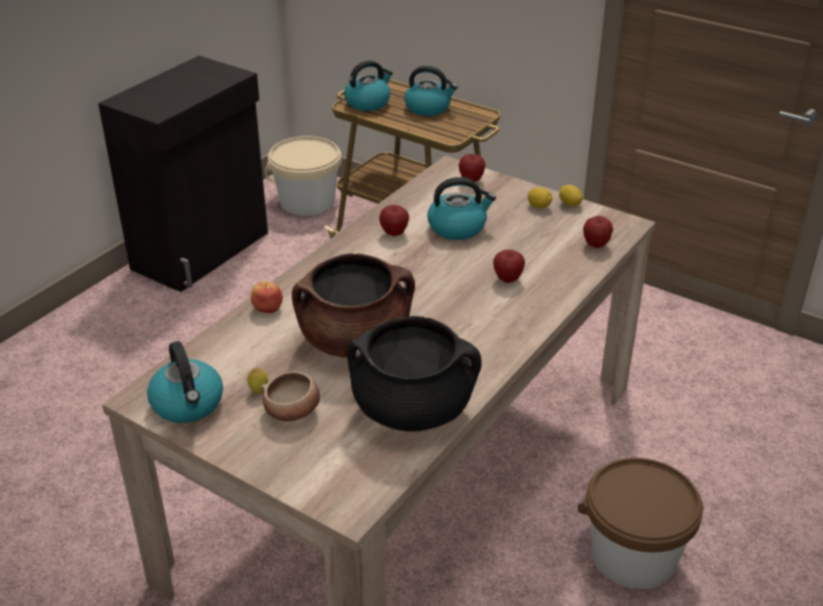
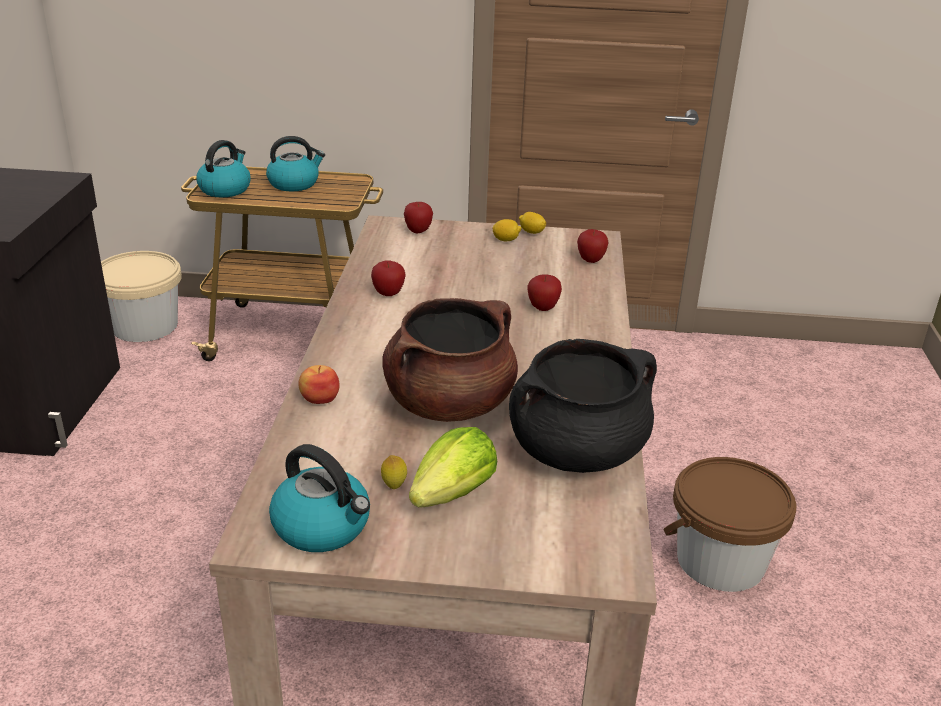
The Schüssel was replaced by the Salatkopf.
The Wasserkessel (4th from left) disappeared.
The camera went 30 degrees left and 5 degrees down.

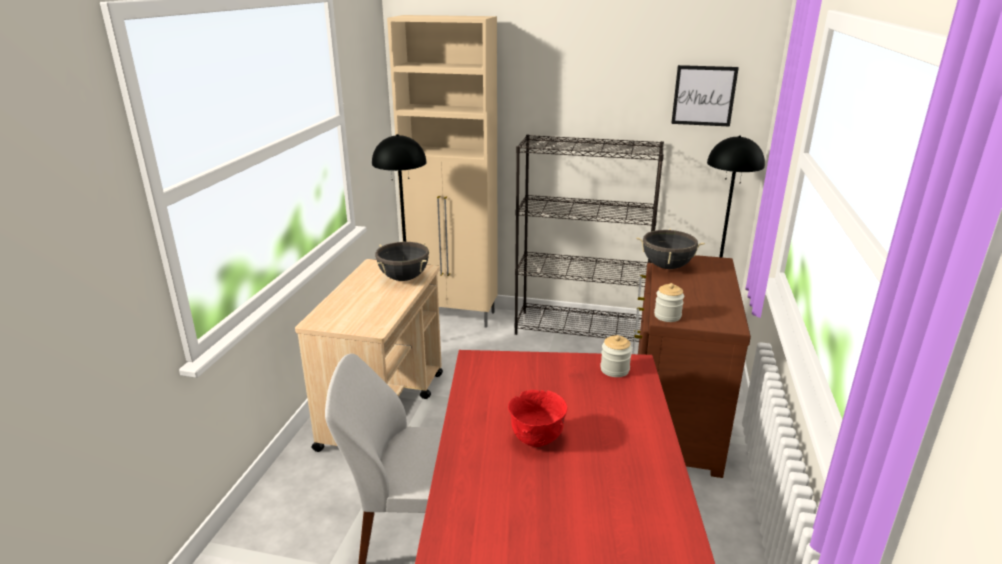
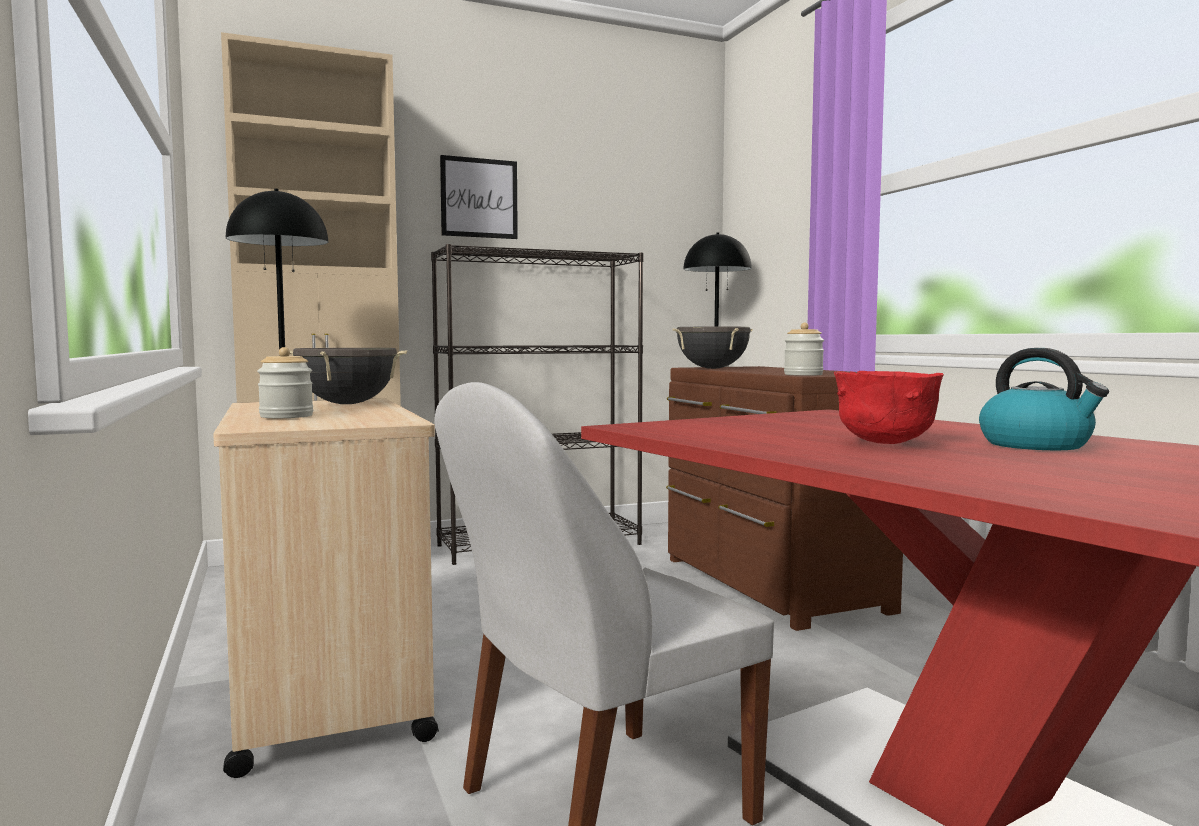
The Vorratsglas (1st from left) moved.
The Bild moved.
The Wasserkessel appeared.
The camera went 35 degrees left and 20 degrees down.

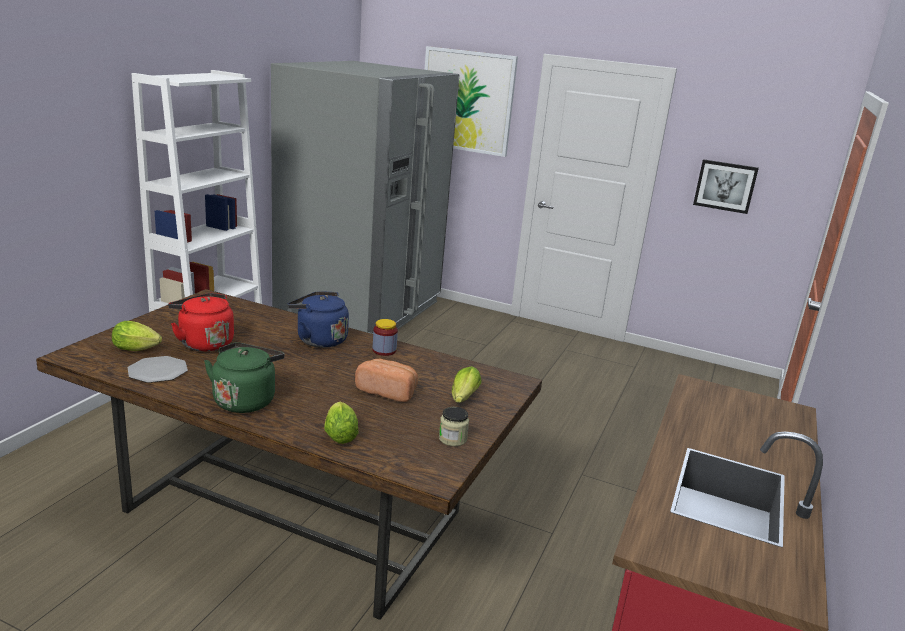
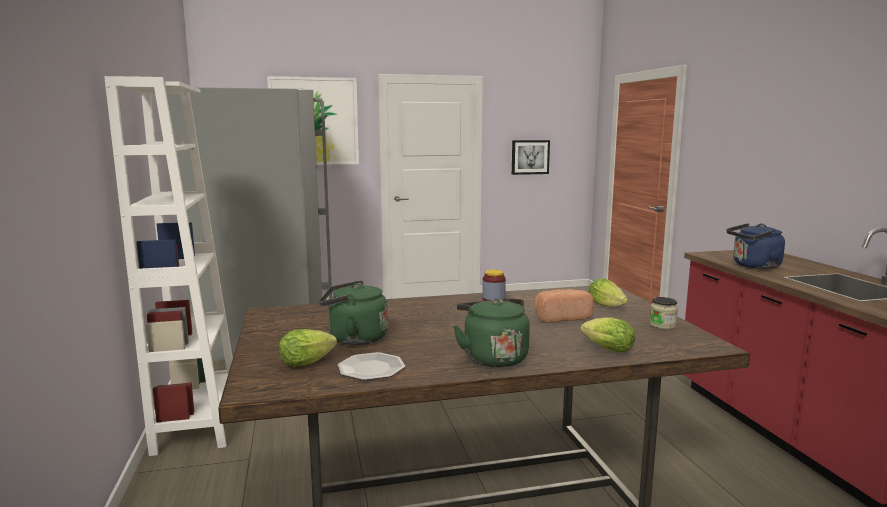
The Wasserkessel [rot] became the Wasserkessel [grün] (1st from left).
The Wasserkessel [blau] moved.
The camera went 35 degrees left and 10 degrees down.

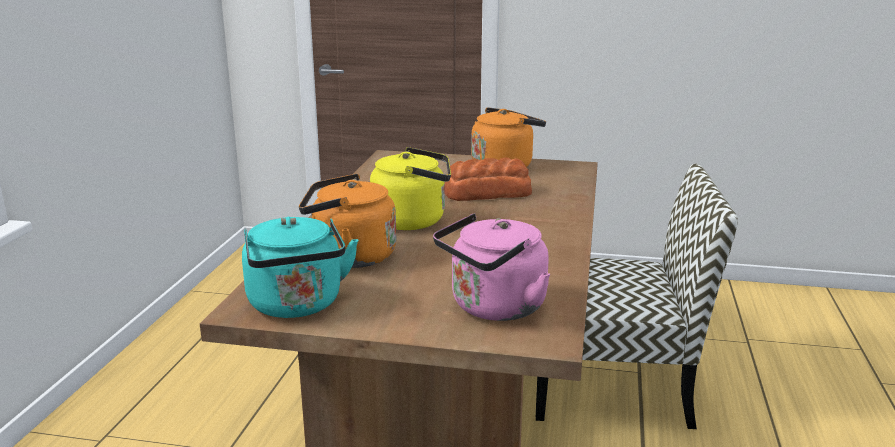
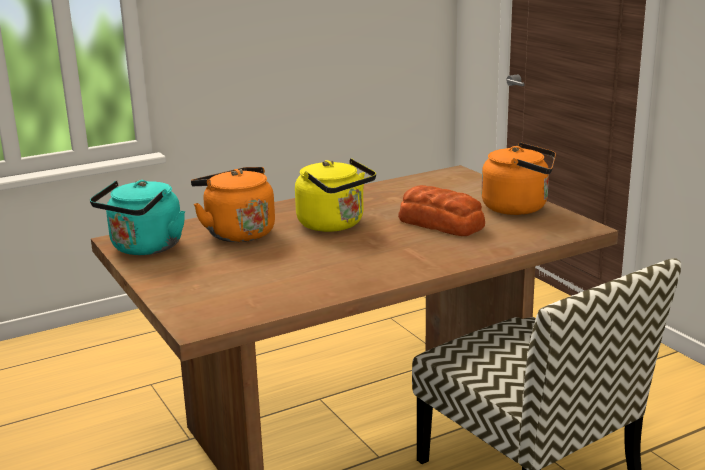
The Wasserkessel [rosa] disappeared.
The camera went 50 degrees right and 0 degrees up.

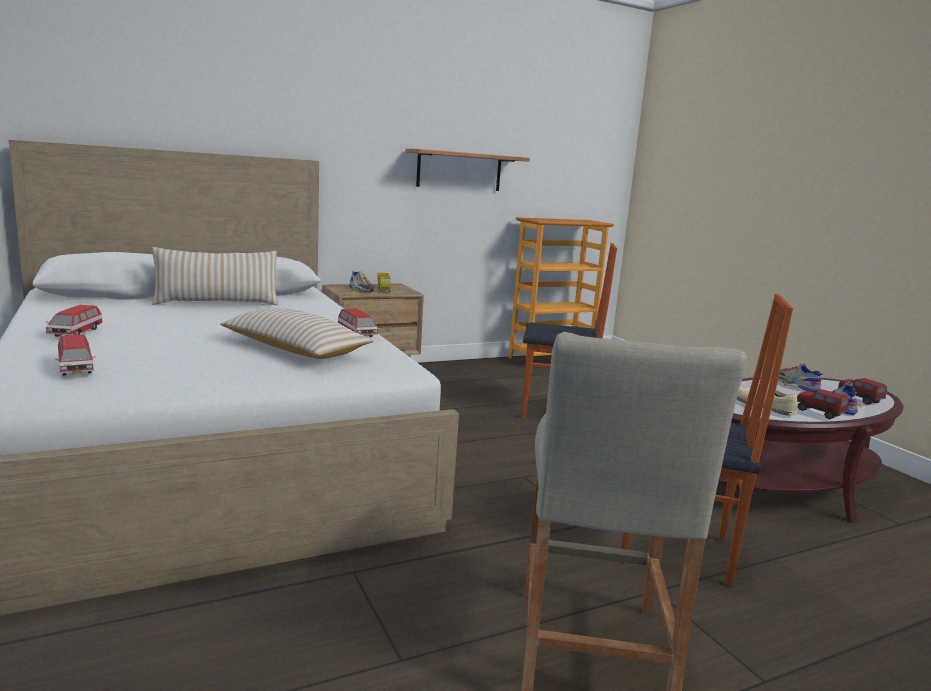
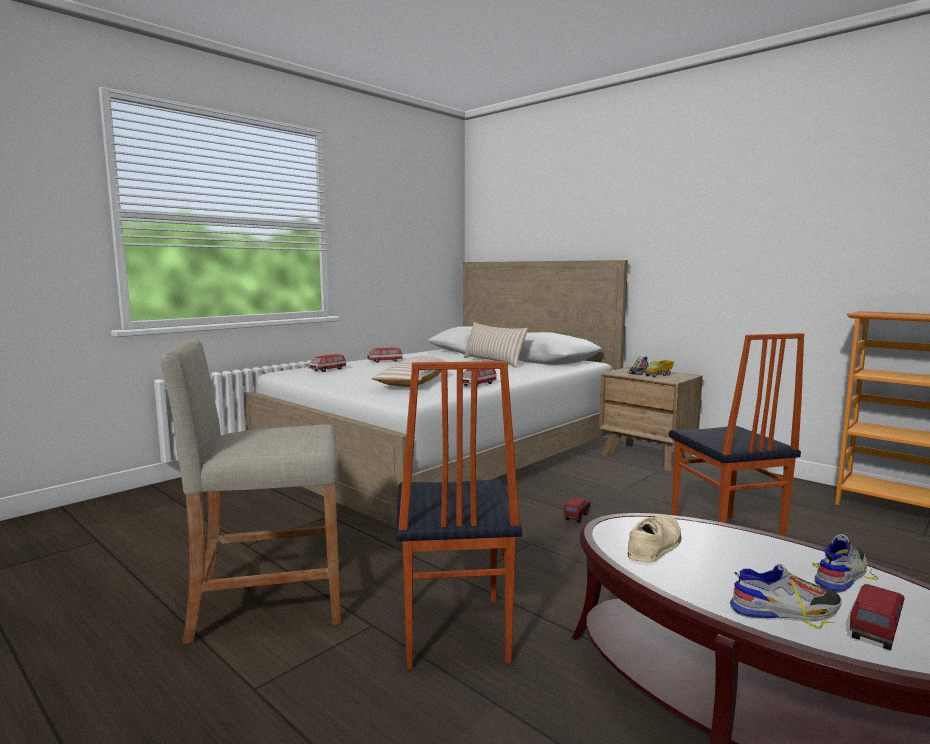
The Wandregal disappeared.
The Spielzeuglaster (2nd from left in the first image) moved.
The camera went 70 degrees right and 5 degrees down.

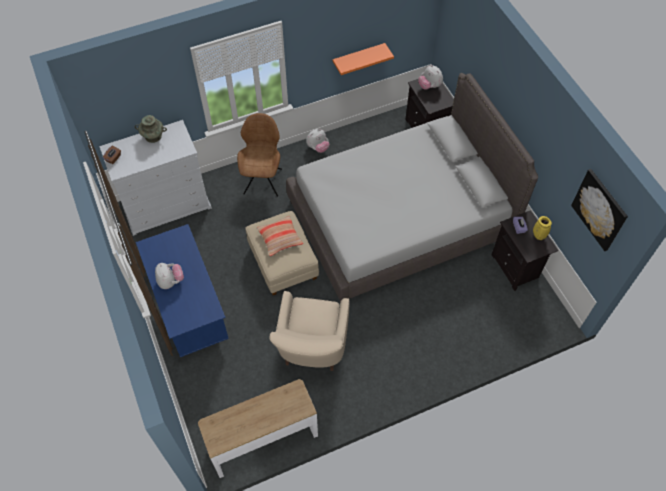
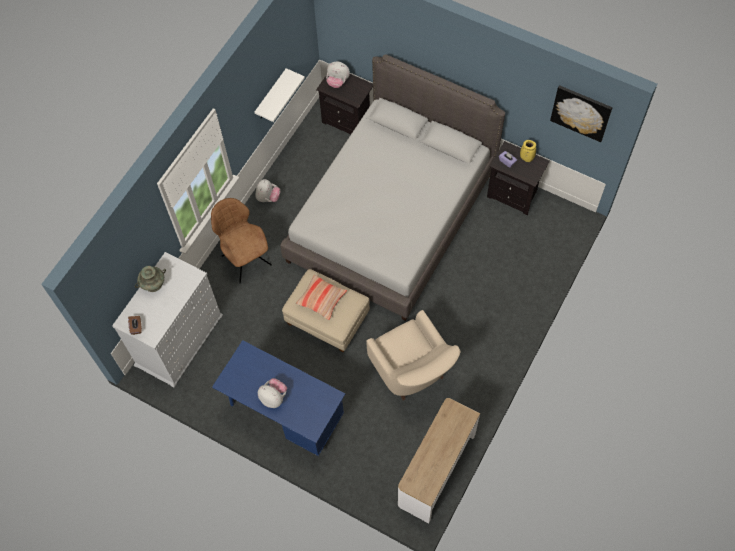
The Wandregal [orange] became the Wandregal [weiß].
The camera went 35 degrees left and 5 degrees up.

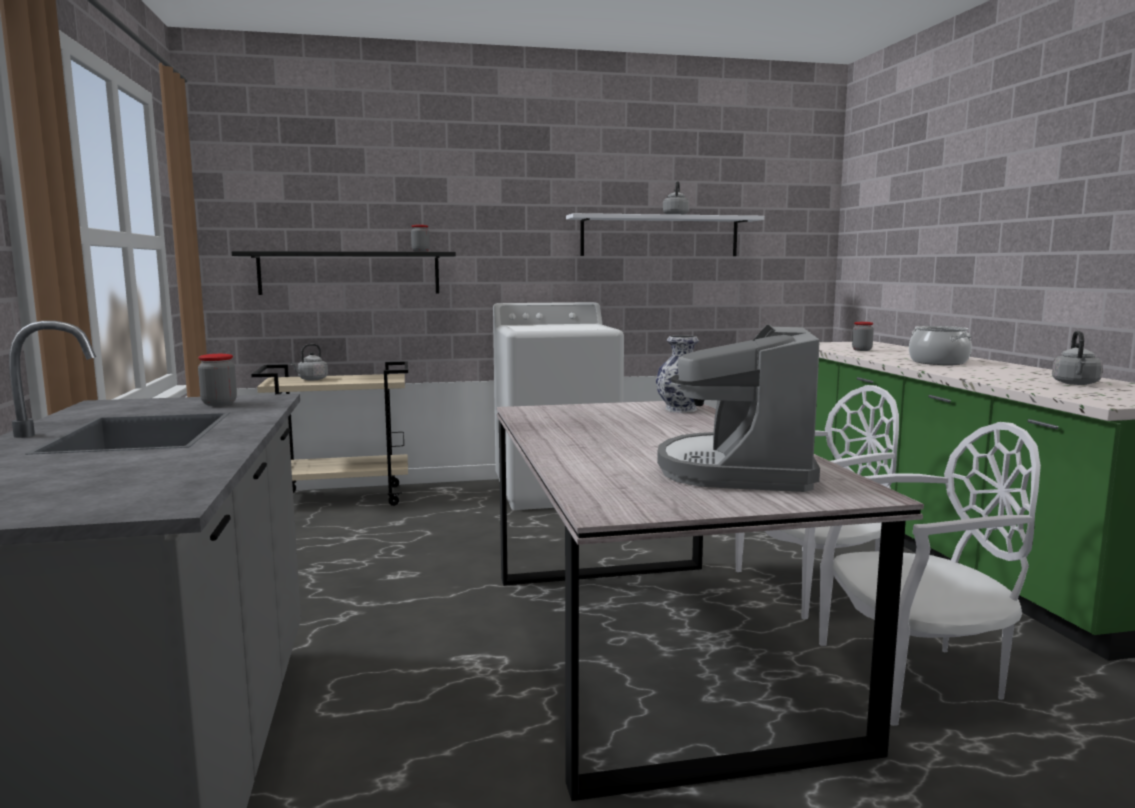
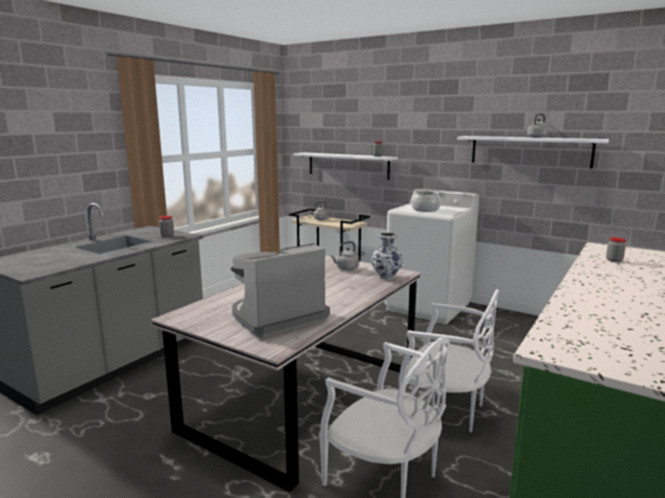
The Wandregal [schwarz] became the Wandregal [weiß] (1st from left).
The Kochtopf moved.
The Wasserkessel [grau] (3rd from left in the first image) moved.
The camera went 45 degrees right and 5 degrees up.

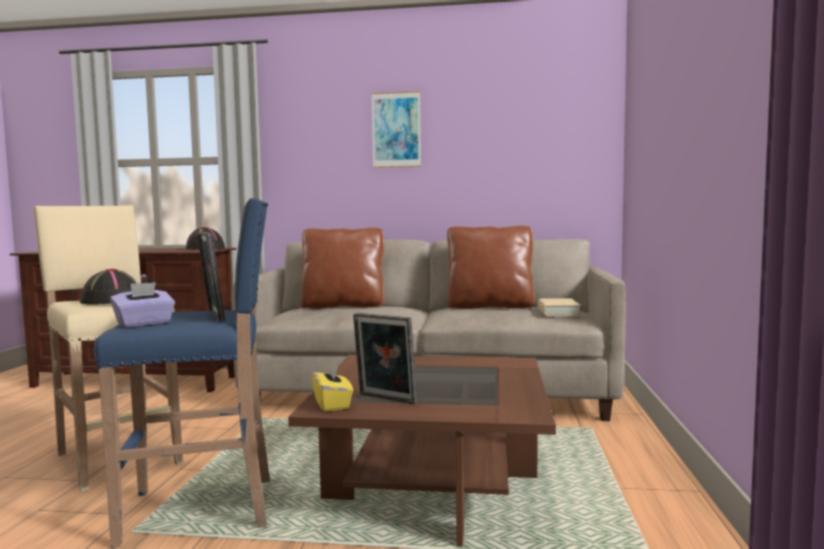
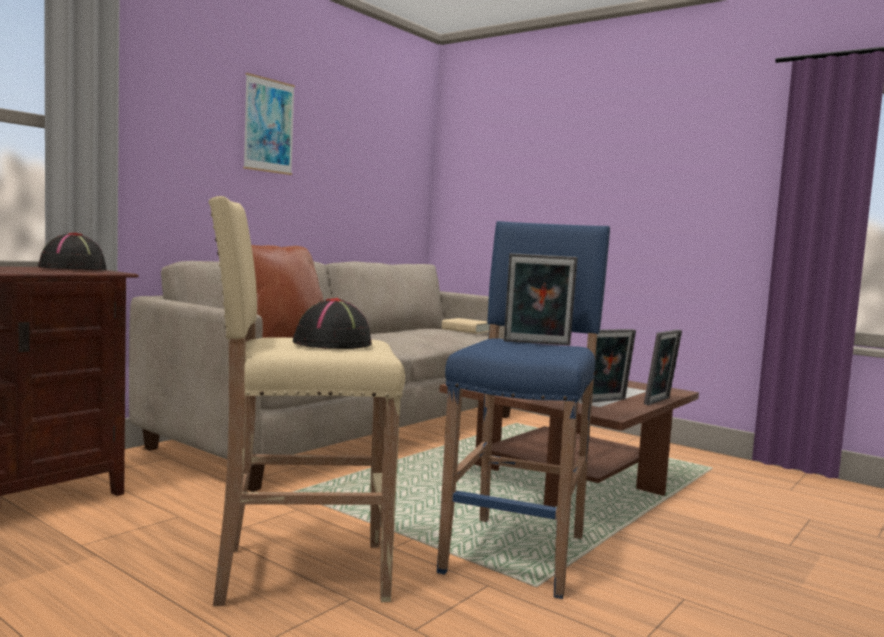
The Taschentuchbox [lila] disappeared.
The Taschentuchbox [gelb] disappeared.
The Kissen [braun] (2nd from left) disappeared.
The Bilderrahmen (3rd from left) appeared.
The camera went 60 degrees left and 0 degrees up.

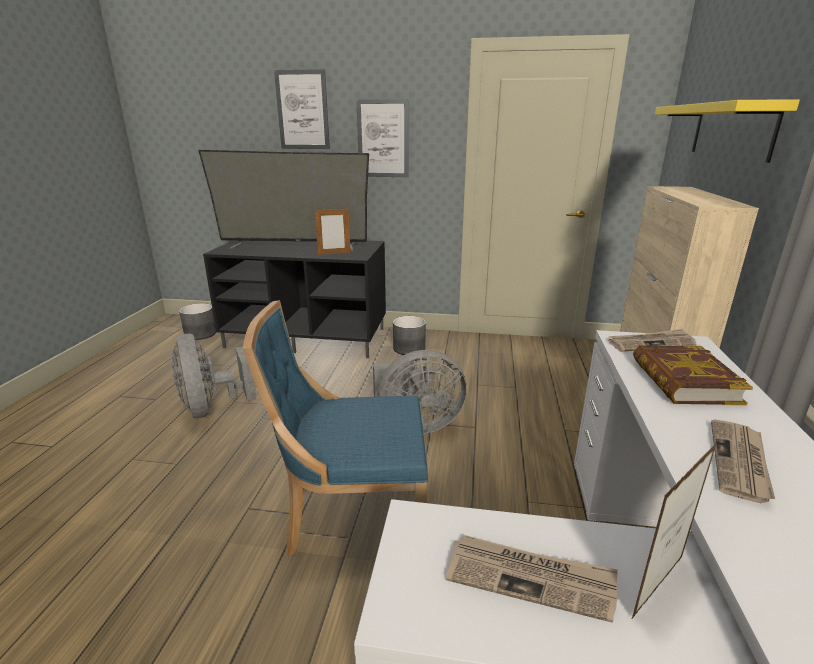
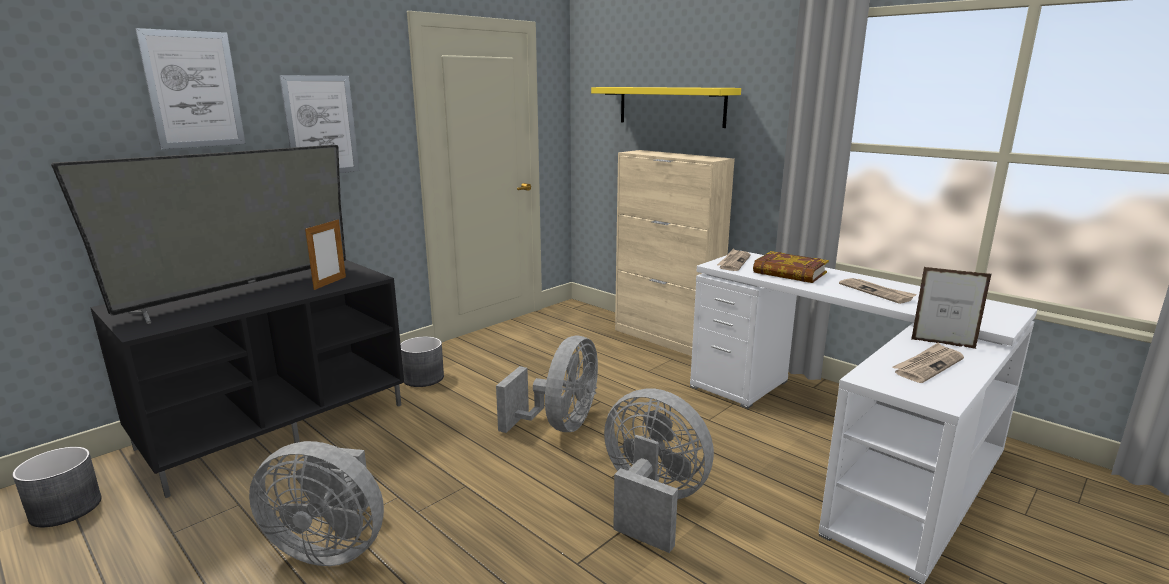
The Stuhl [blau] was replaced by the Ventilator [grau] (3rd from left).
The Bilderrahmen (2nd from left) turned 60 degrees counterclockwise.
The camera went 55 degrees left and 5 degrees down.

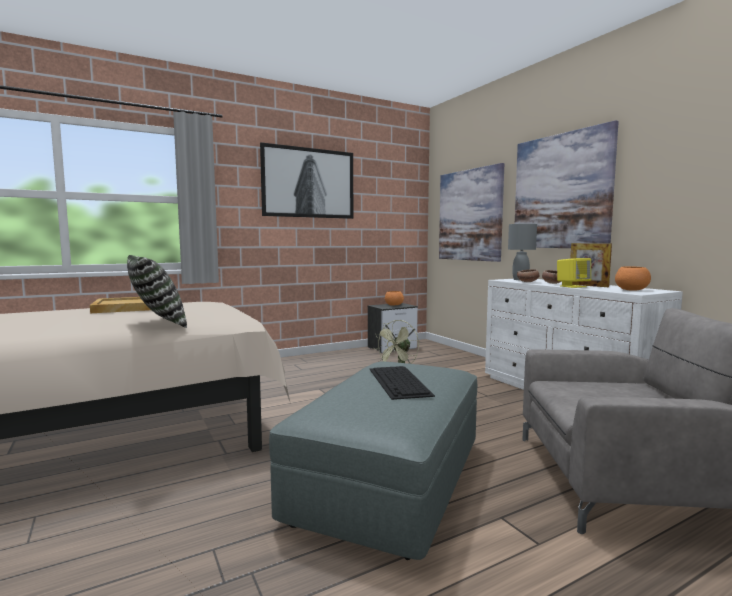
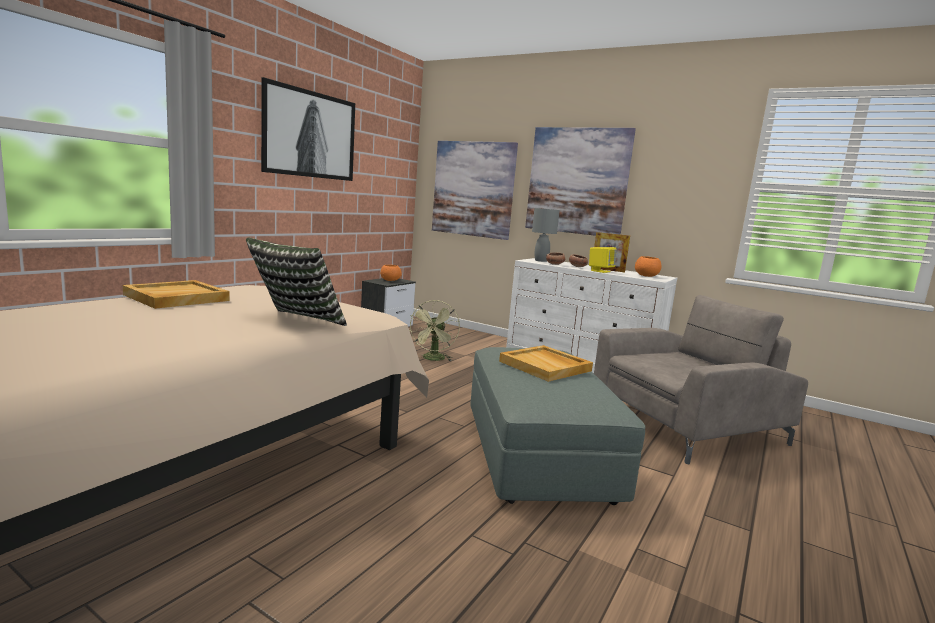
The Tastatur was replaced by the Tablett [beige] (2nd from left).
The camera went 30 degrees left and 5 degrees up.

